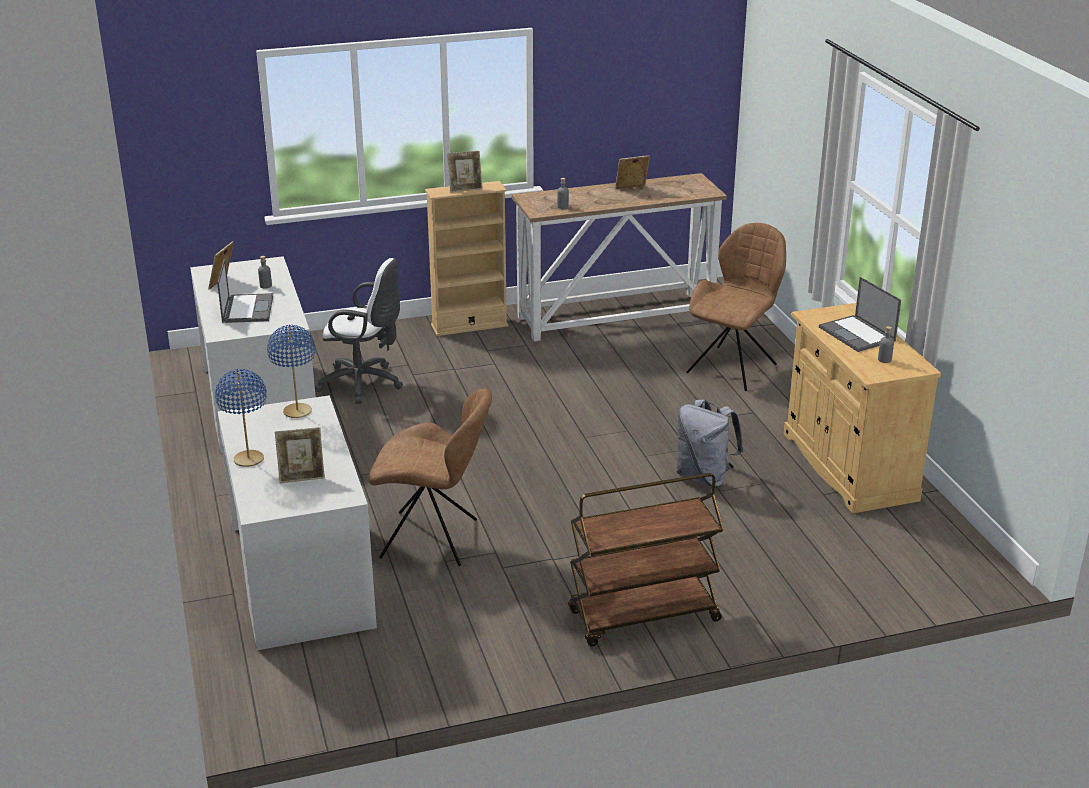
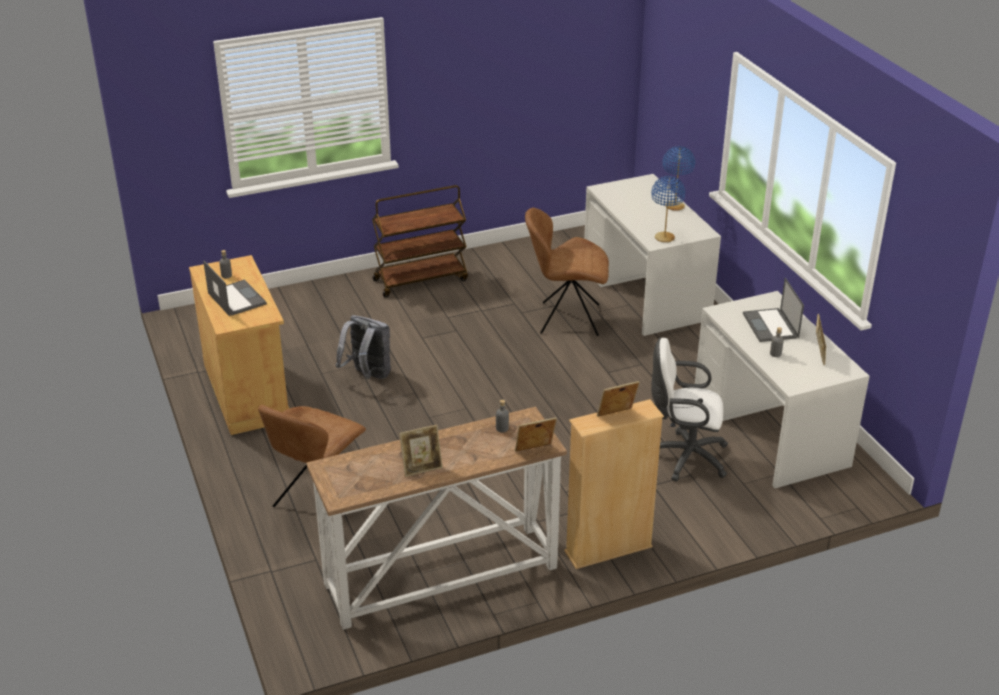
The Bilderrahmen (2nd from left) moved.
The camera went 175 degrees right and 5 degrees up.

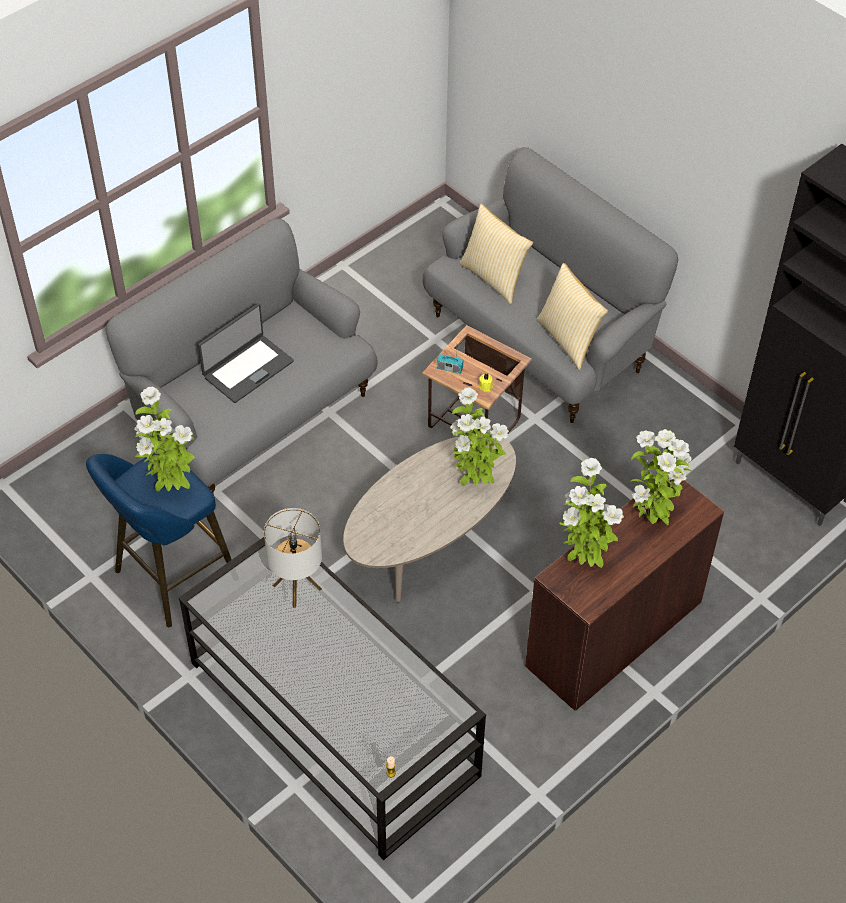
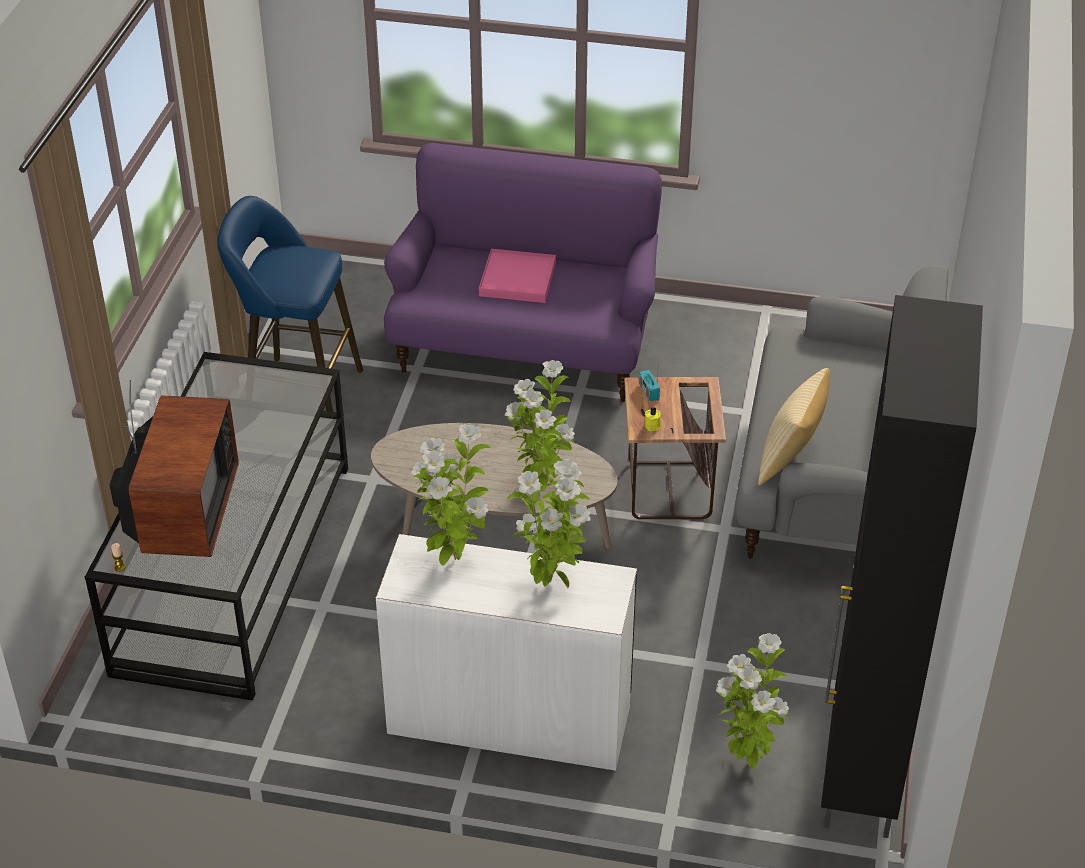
The Sofa [grau] (1st from left) became the Sofa [lila].
The Topfpflanze (1st from left in the first image) moved.
The Laptop was replaced by the Tablett [rosa].
The Tischlampe disappeared.
The Kissen (1st from left) disappeared.
The Schreibtisch [braun] became the Schreibtisch [weiß].
The Fernseher appeared.
The camera went 55 degrees right and 10 degrees down.

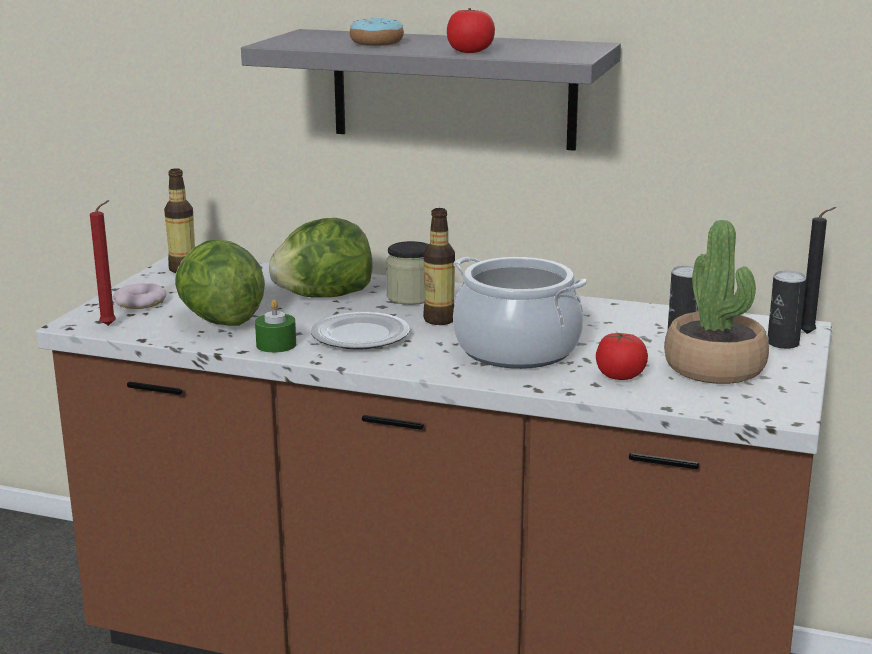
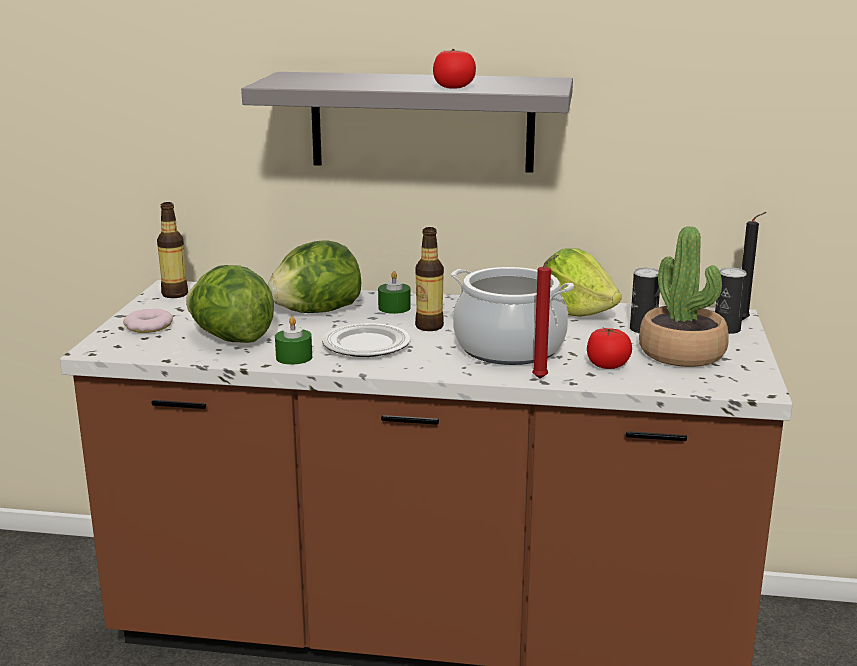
The Kerze [rot] moved.
The Donut (2nd from left) disappeared.
The Vorratsglas was replaced by the Kerze [grün] (2nd from left).
The Salatkopf (3rd from left) appeared.
The camera went 10 degrees left and 0 degrees up.

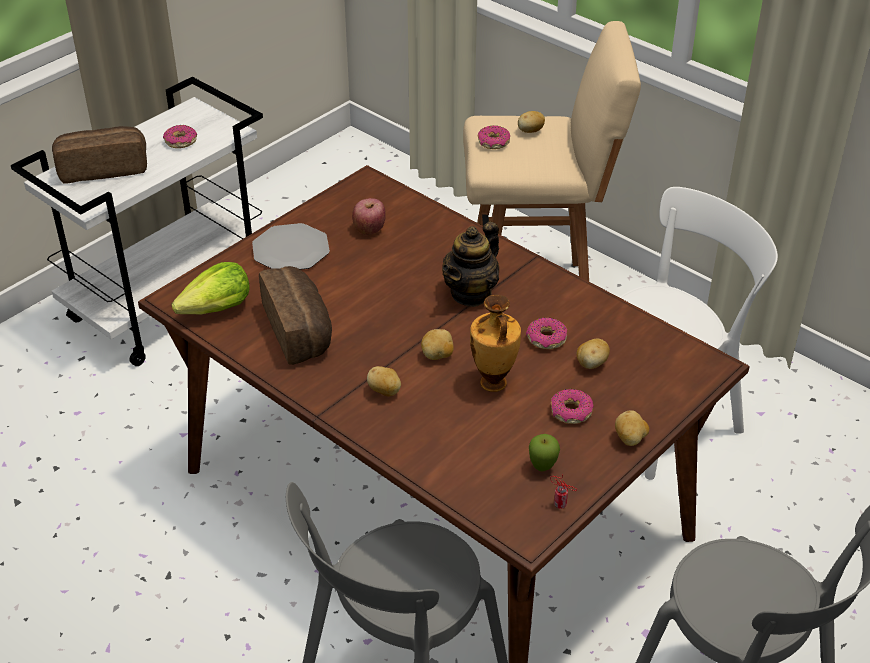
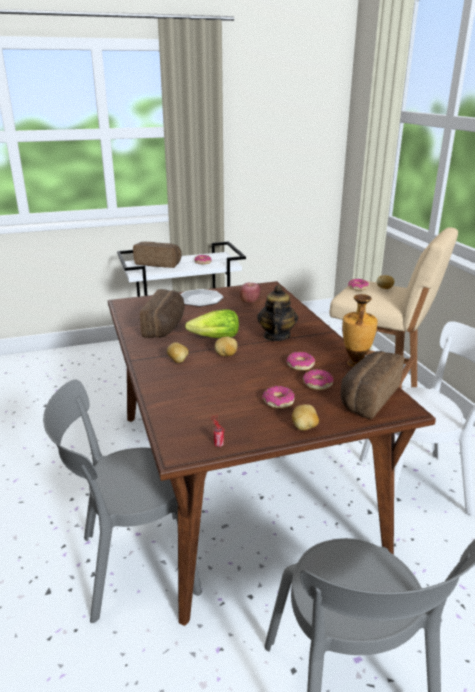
The Salatkopf moved.
The Teekanne turned 120 degrees clockwise.
The Vase moved.
The Apfel (2nd from left) disappeared.
The Kartoffel (4th from left) was replaced by the Donut (4th from left).
The Brot (3rd from left) appeared.
The camera went 30 degrees right and 15 degrees down.

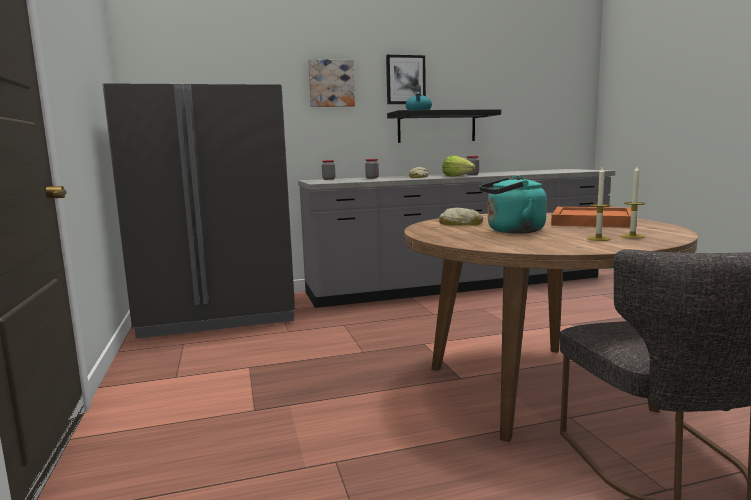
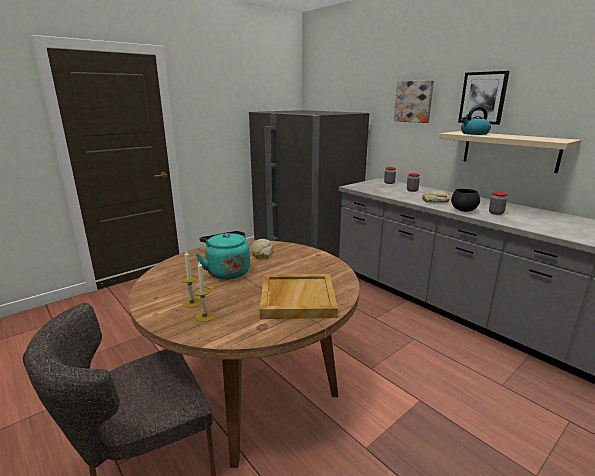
The Wandregal [schwarz] became the Wandregal [beige].
The Salatkopf was replaced by the Schüssel [schwarz].
The Tablett [orange] became the Tablett [beige].
The camera went 65 degrees right and 10 degrees up.

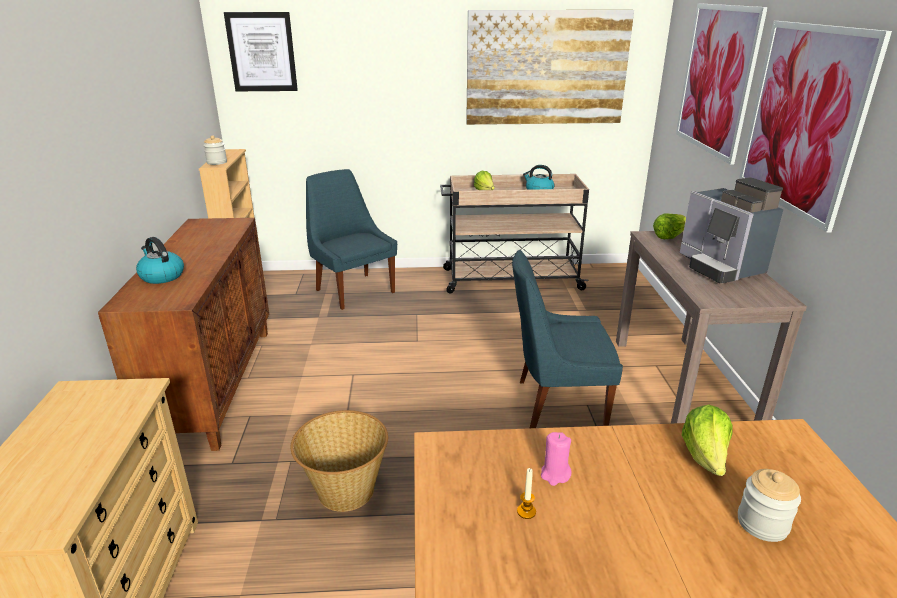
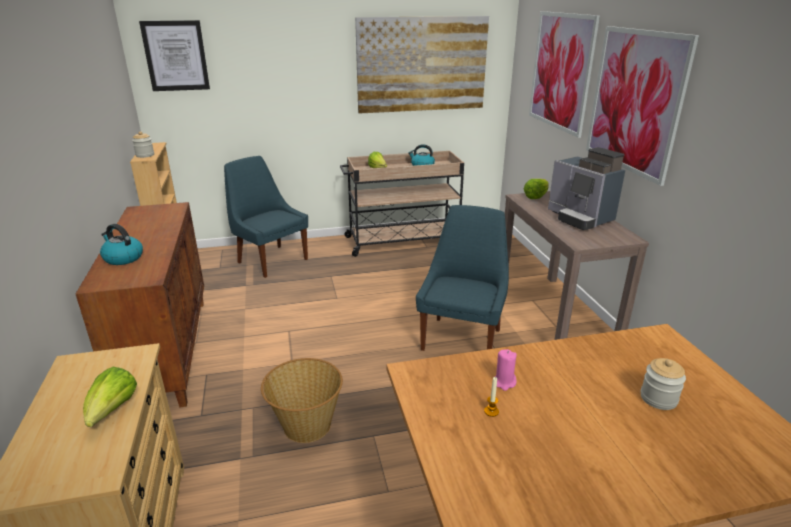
The Stuhl [blau] (2nd from left) turned 120 degrees clockwise.
The Salatkopf (3rd from left in the first image) moved.
The camera went 10 degrees left and 0 degrees up.

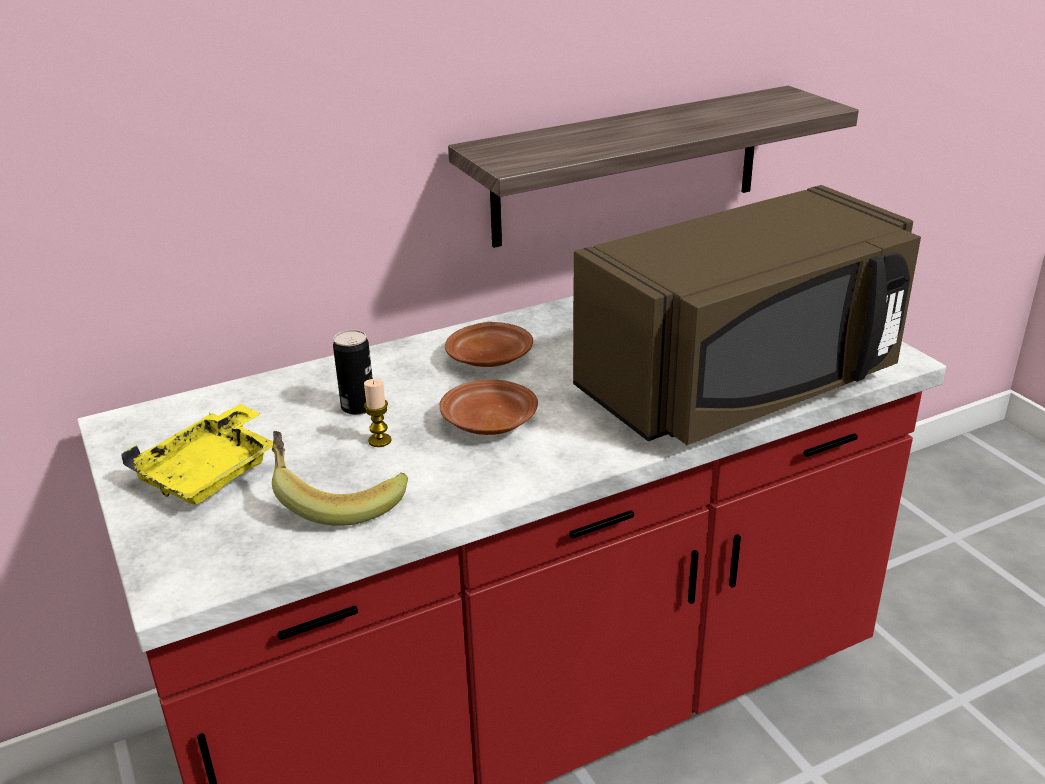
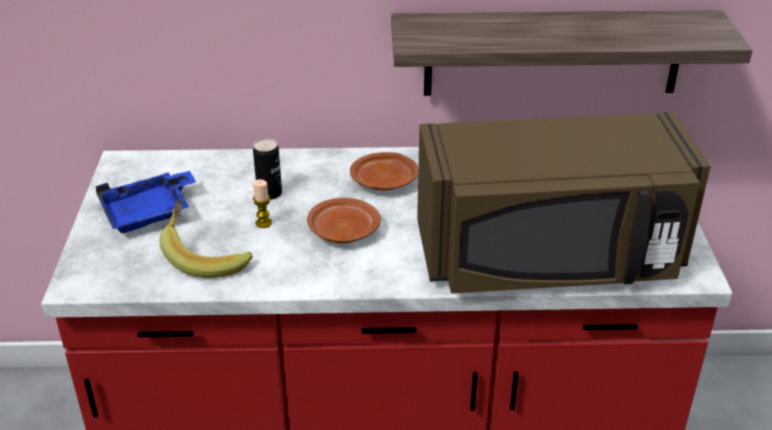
The Tablett [gelb] became the Tablett [blau].
The camera went 25 degrees right and 5 degrees up.

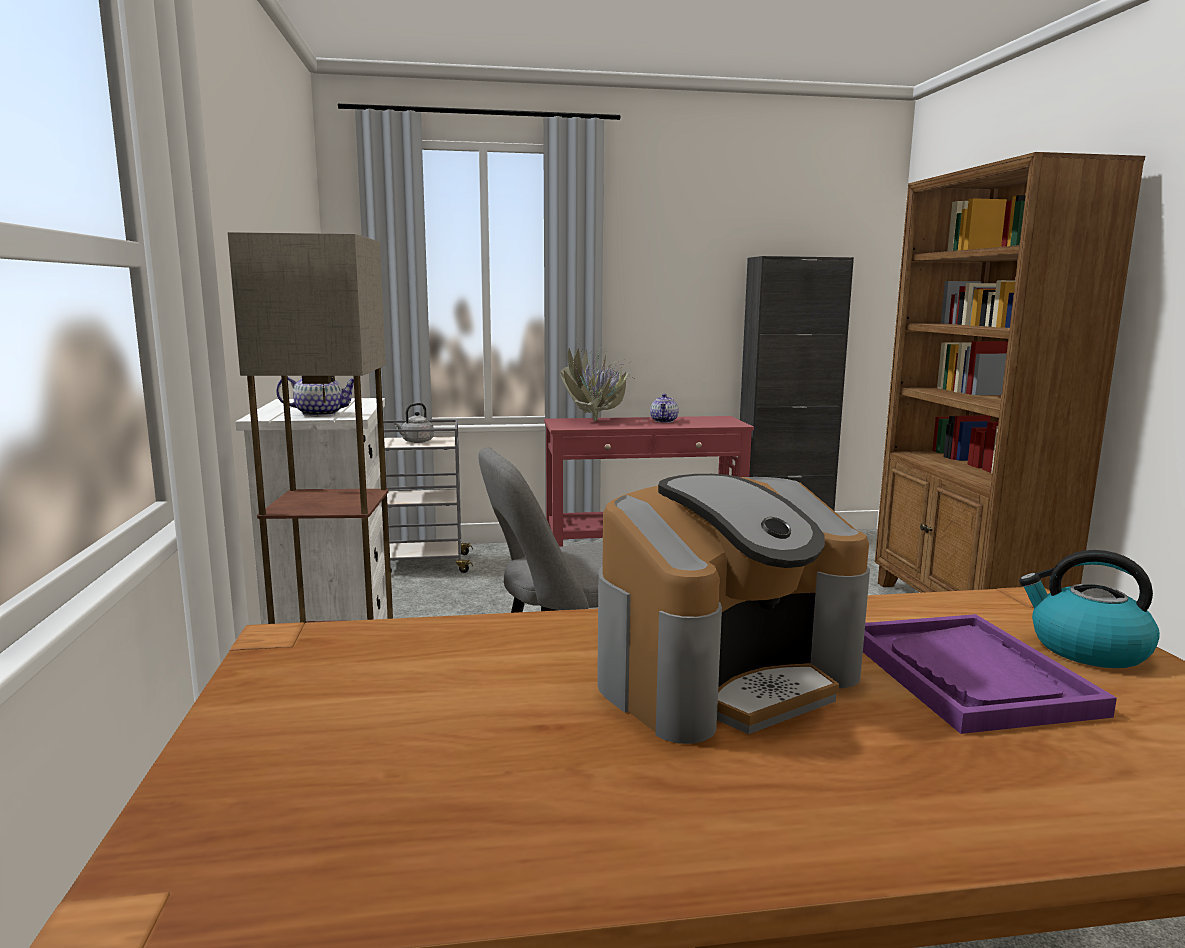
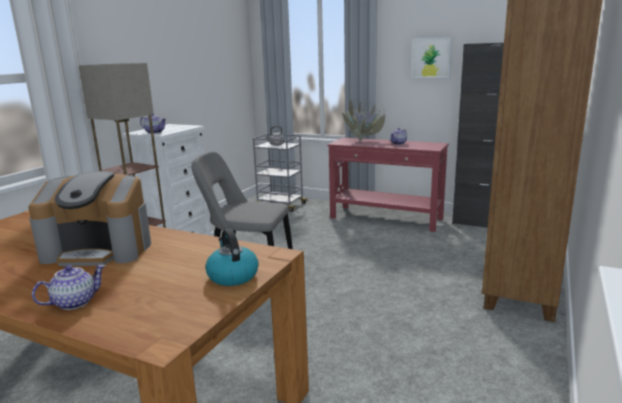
The Tablett [lila] disappeared.
The Teekanne (1st from left) appeared.
The Bild appeared.
The camera went 35 degrees right and 5 degrees up.

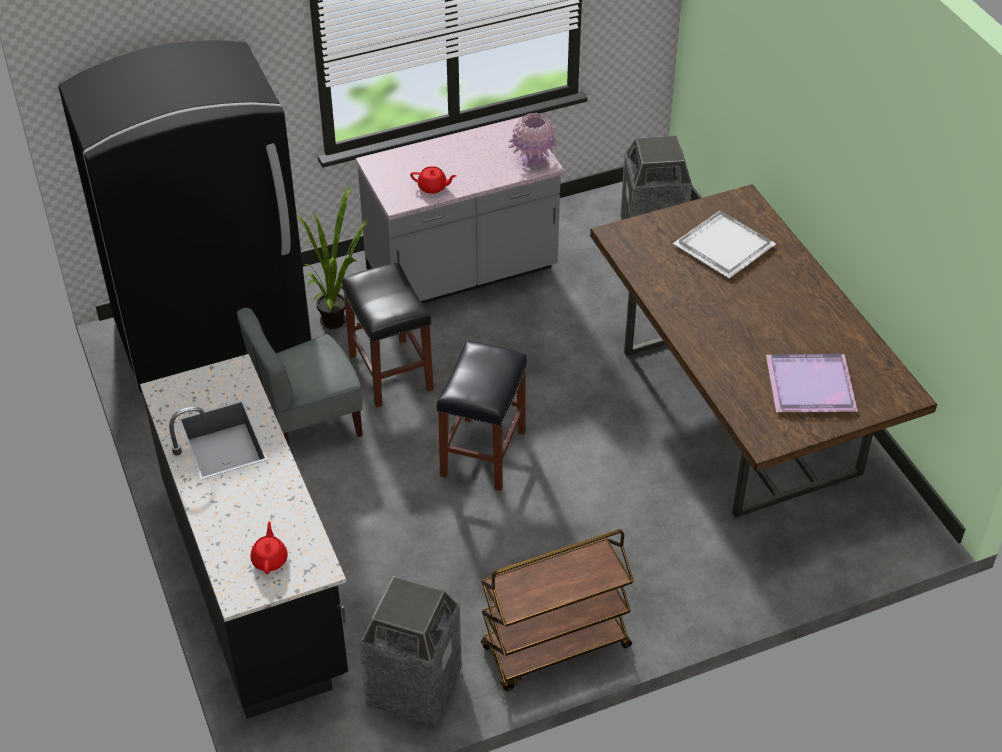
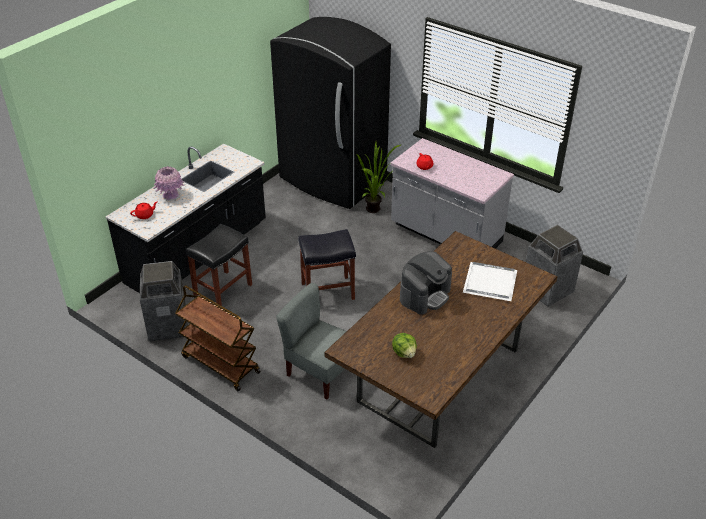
The Stuhl [grau] moved.
The Hocker [schwarz] (1st from left) moved.
The Vase [rosa] moved.
The Tablett [lila] was replaced by the Salatkopf.
The Kaffeemaschine appeared.
The camera went 60 degrees right and 5 degrees down.

